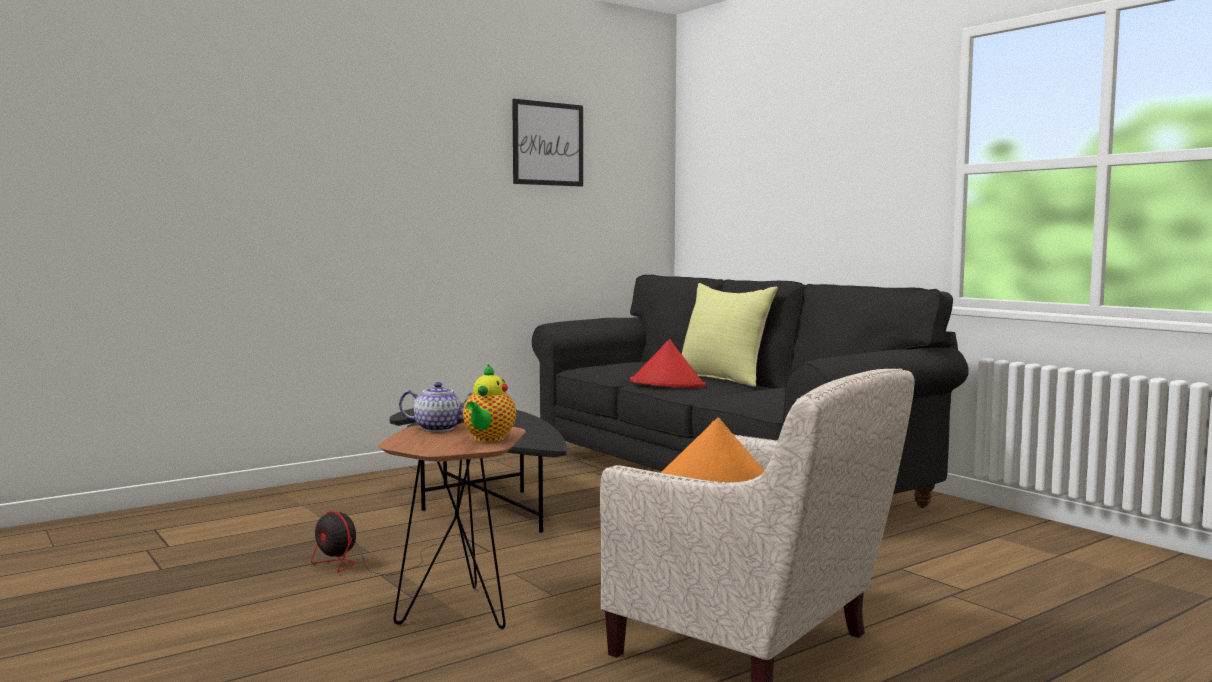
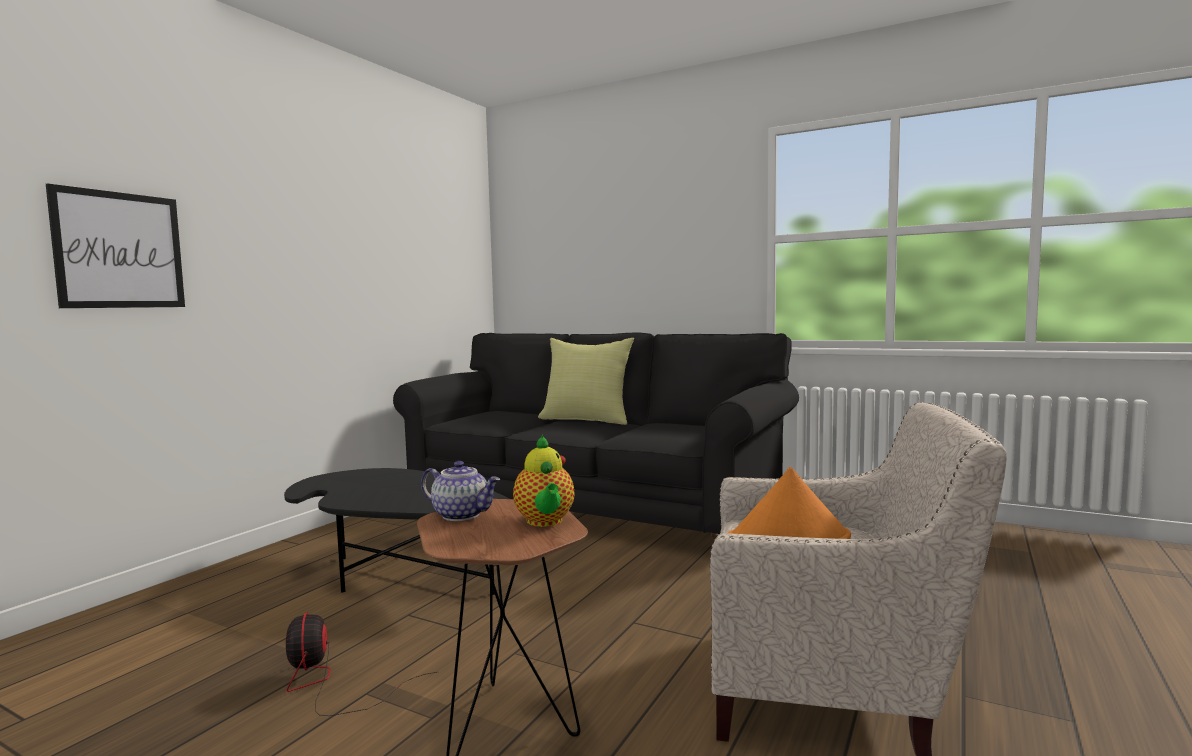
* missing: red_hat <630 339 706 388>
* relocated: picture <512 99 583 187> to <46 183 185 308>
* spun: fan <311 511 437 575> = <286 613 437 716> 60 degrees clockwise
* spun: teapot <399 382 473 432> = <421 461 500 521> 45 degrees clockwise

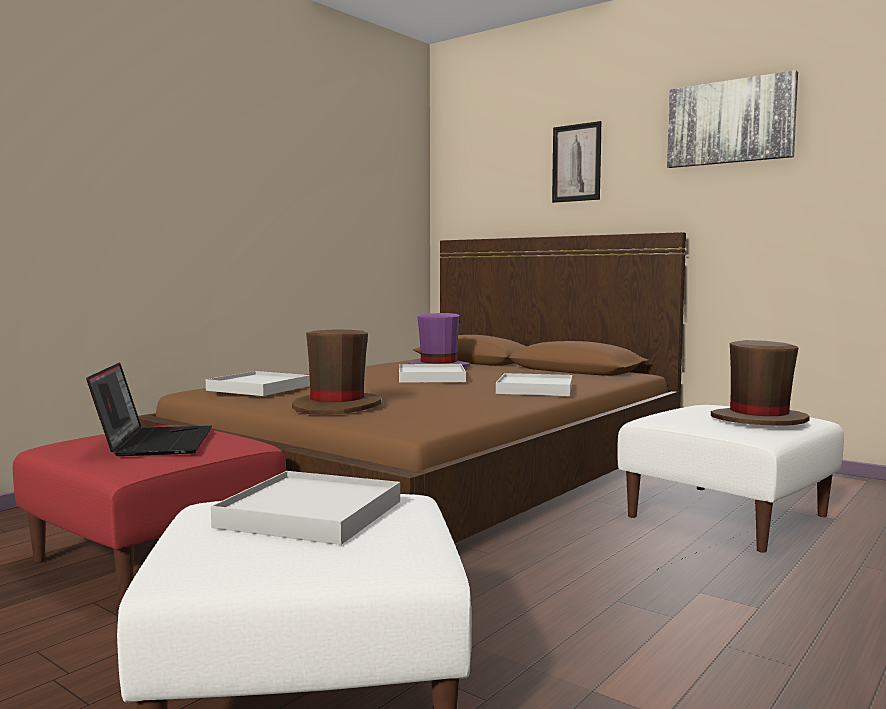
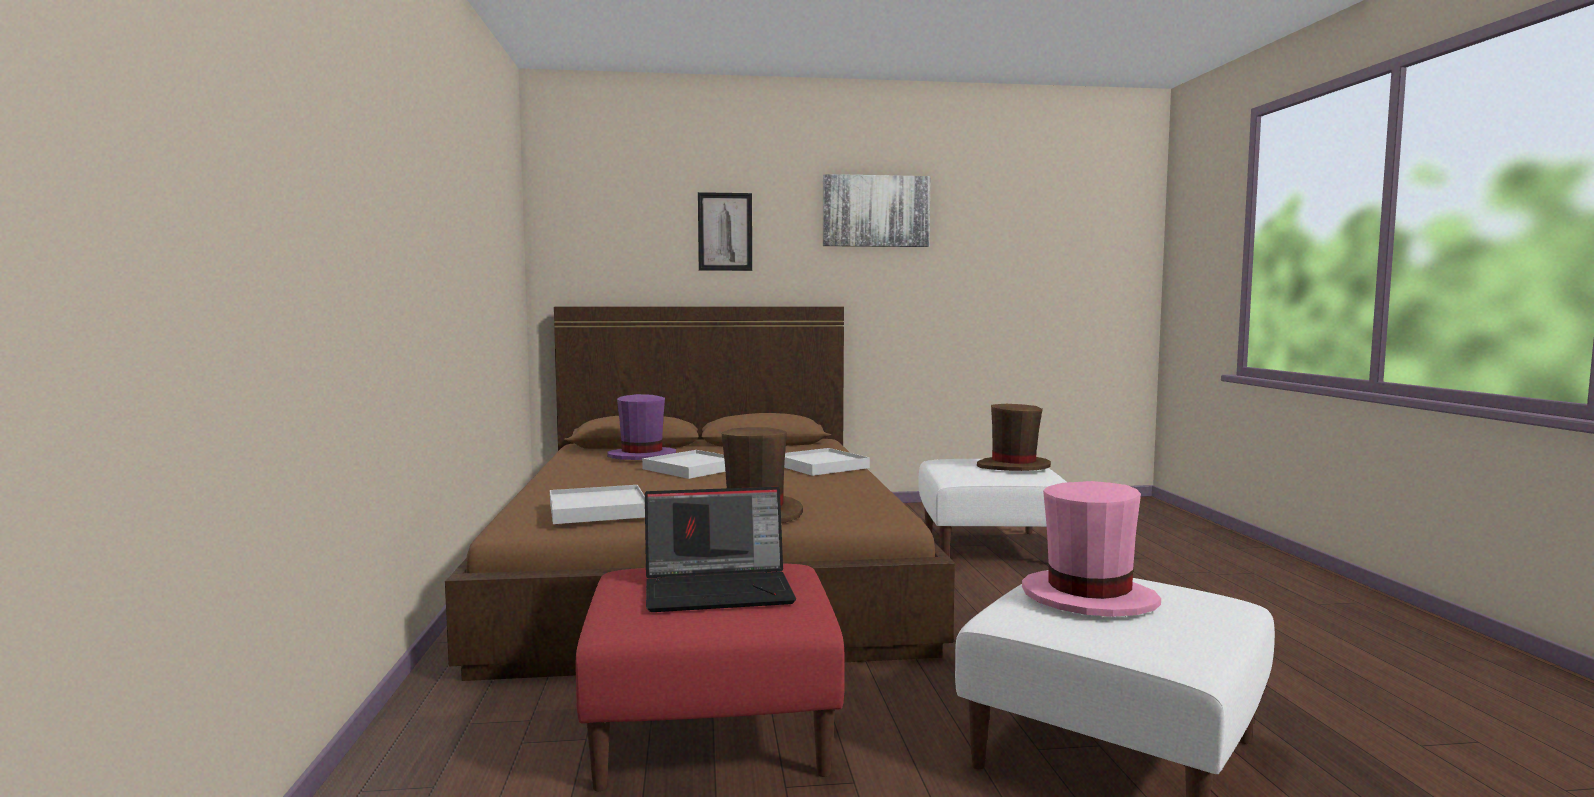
* exchanged: white_tray <211 471 400 545> to pink_hat <1022 481 1161 617>
* spun: laptop <86 362 212 456> = <645 487 796 612> 135 degrees clockwise

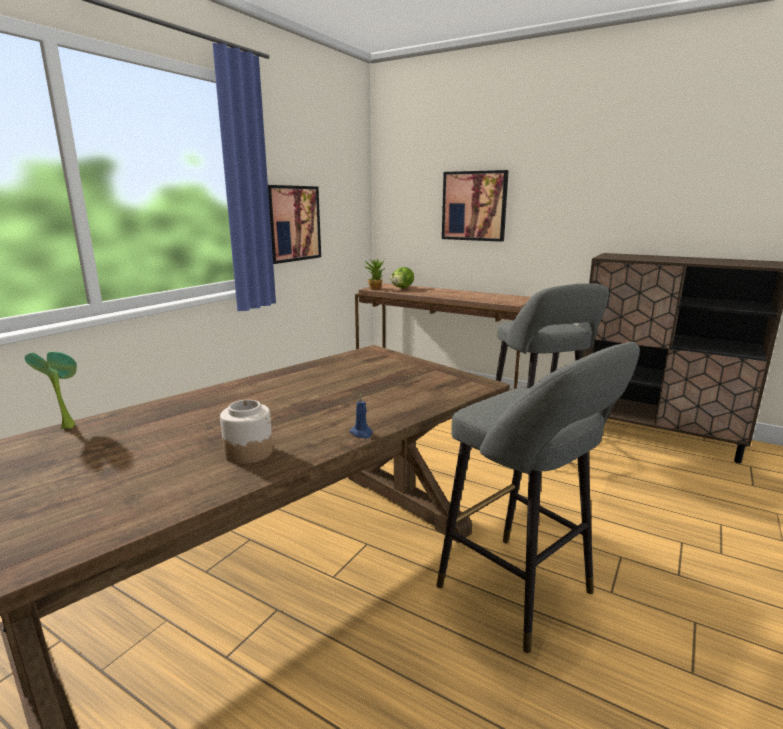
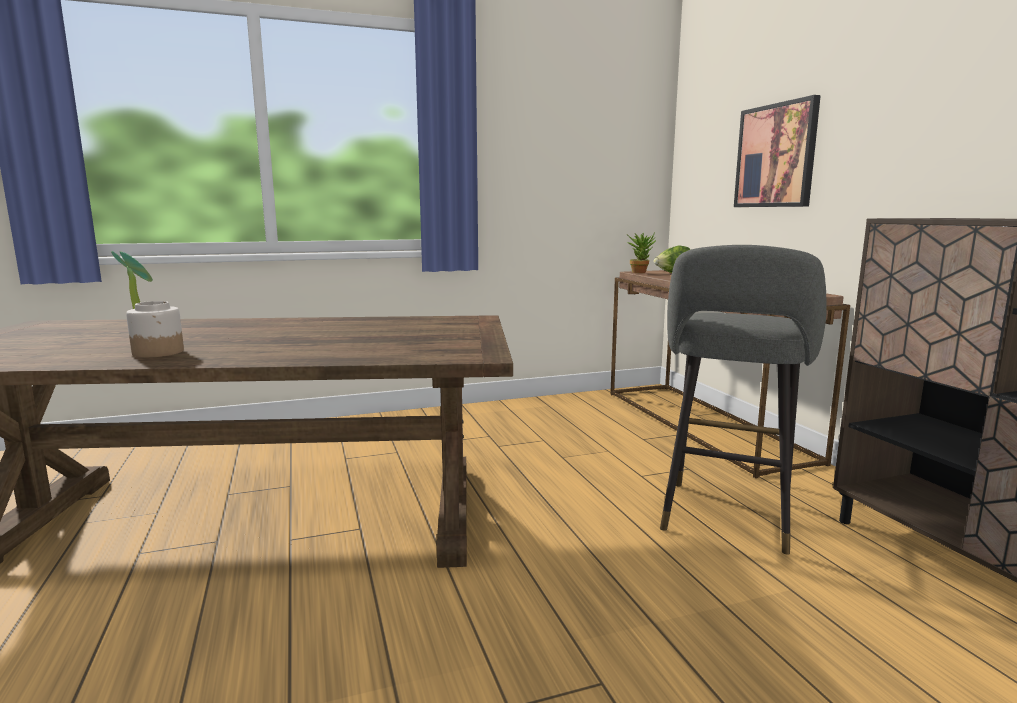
* missing: picture <268 185 321 264>
* missing: blue_candle <349 394 372 439>
* missing: grey_stool <436 342 640 653>

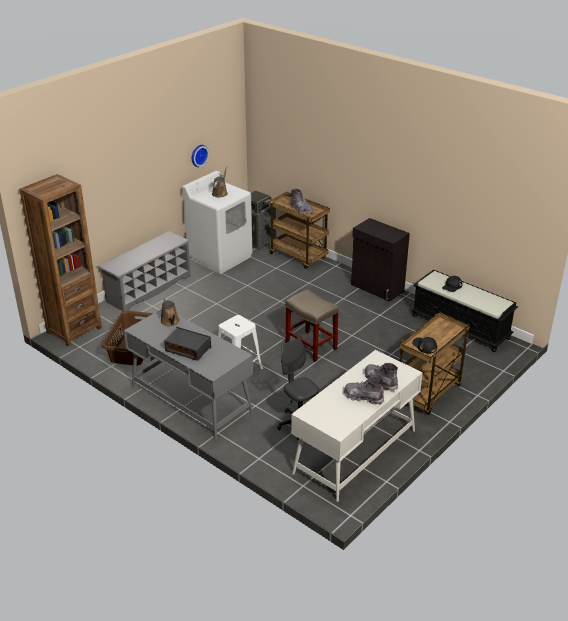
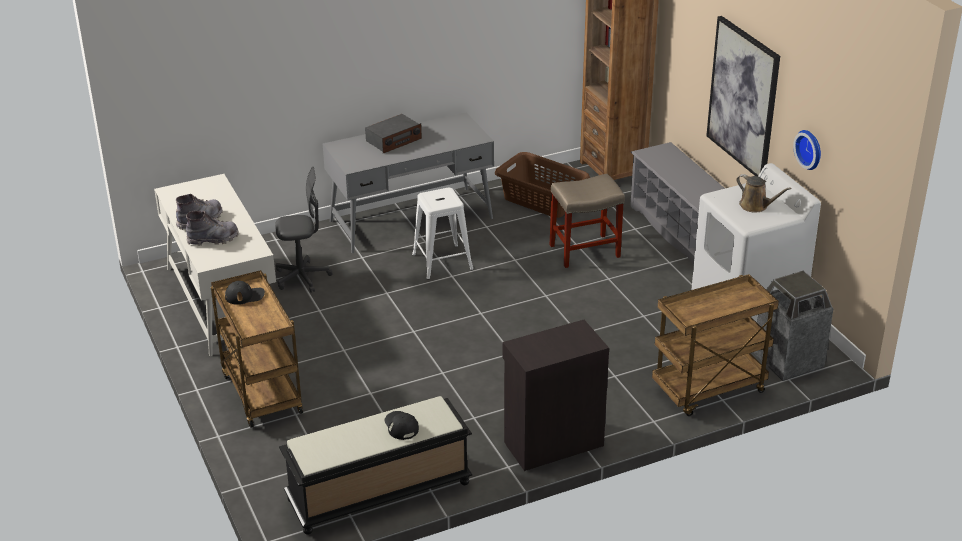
* missing: brown_watering_can <160 298 180 326>
* missing: grey_boot <290 189 313 214>
* appeared: picture <706 16 780 176>
* relocated: beige_stool <285 289 339 362> to <550 174 625 268>

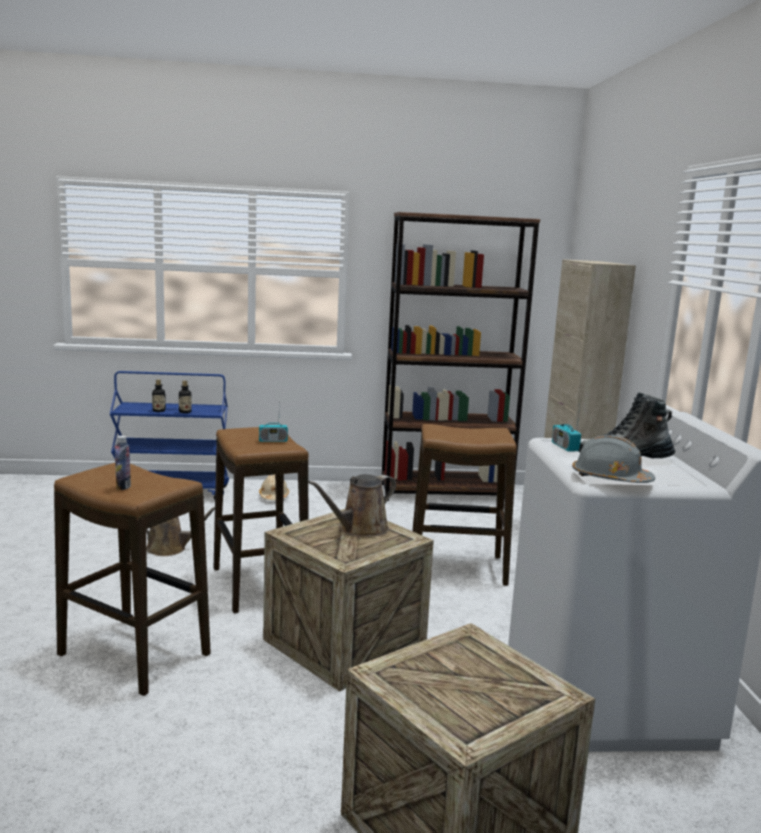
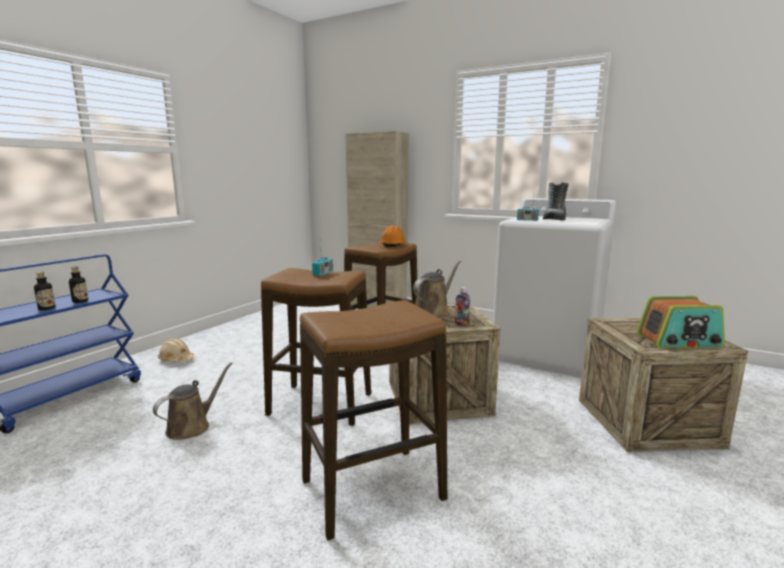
* missing: brown_bookcase <382 212 540 501>
* missing: grey_hard_hat <572 435 655 483>
* appeared: orange_hard_hat <379 225 406 247>
* appeared: radio <636 296 725 348>
* relocated: bottle <115 435 131 490> to <455 287 470 326>
* spun: brown_watering_can <308 474 396 537> = <413 260 461 318> 135 degrees counterclockwise

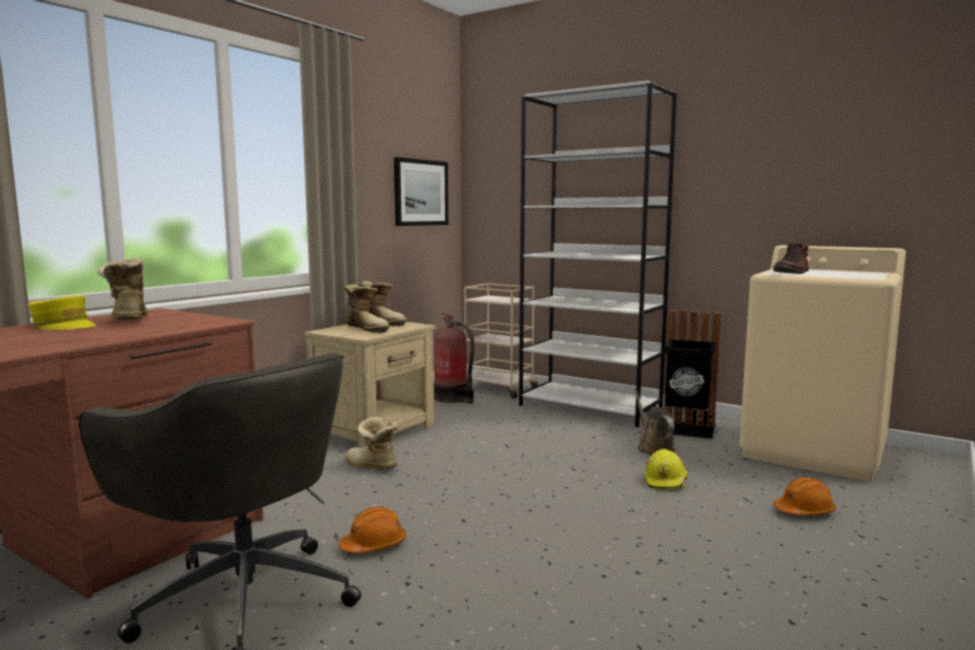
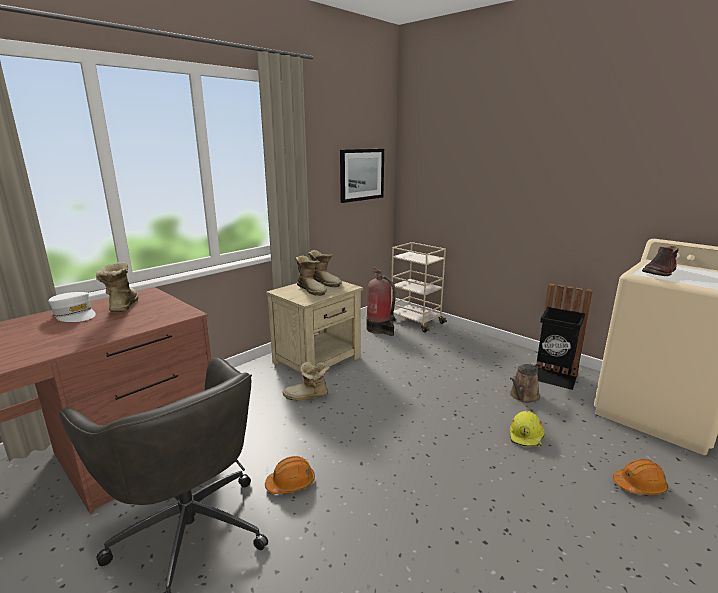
* missing: white_bookcase <519 81 677 427>
* colour: yellow_cap <28 296 96 330> to white_cap <48 292 96 322>
* spun: boot <345 417 398 469> = <282 361 329 401> 45 degrees counterclockwise
* spun: brown_watering_can <634 390 675 455> = <510 362 540 403> 135 degrees counterclockwise

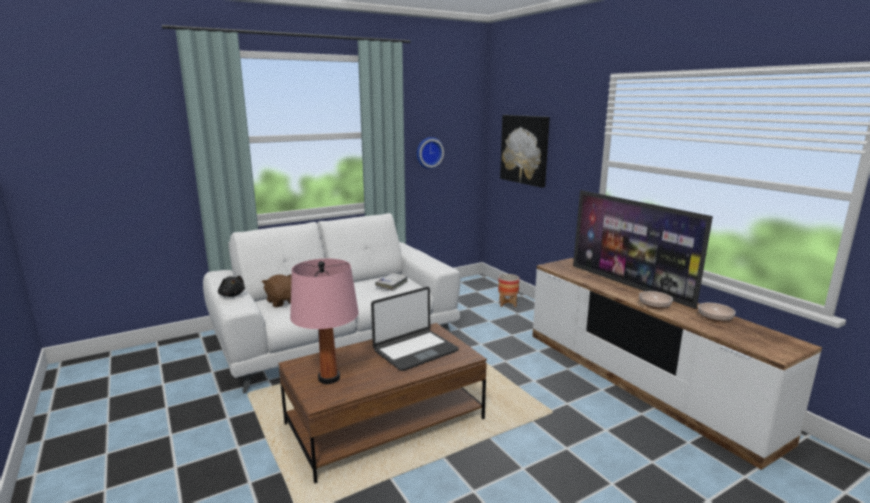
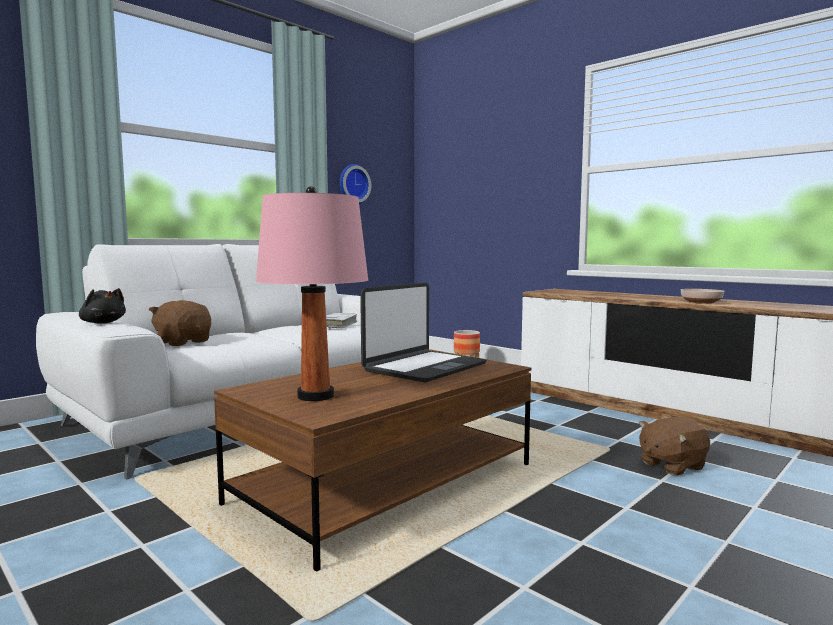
* missing: picture <500 115 550 188>
* missing: television <573 190 713 309>
* missing: bowl <698 303 736 322>
* appeared: brown_plush_toy <639 417 710 475>

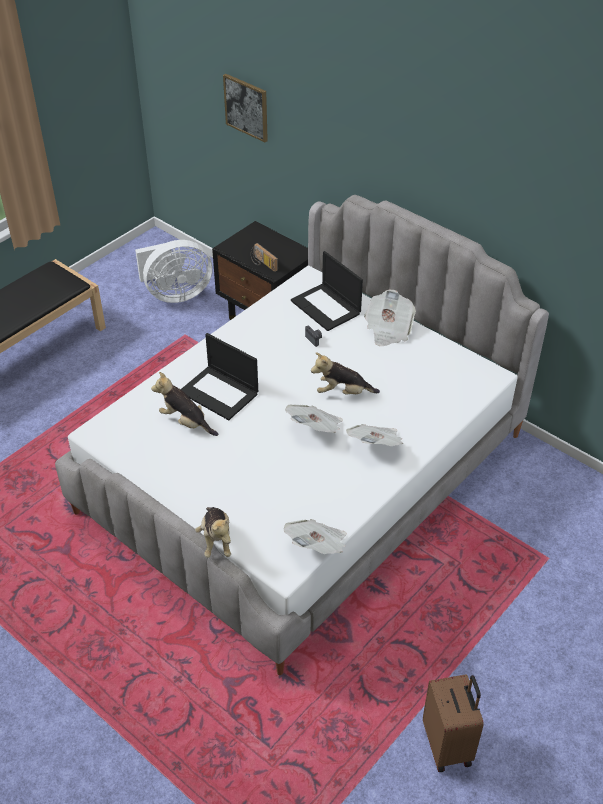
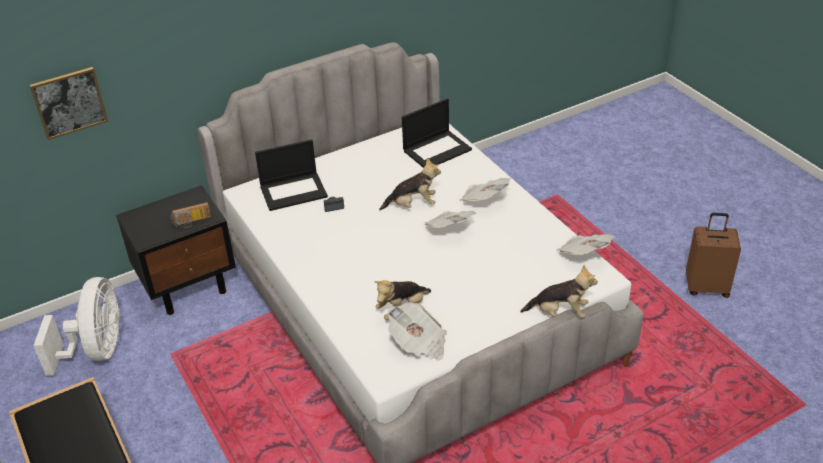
* relocated: laptop <181 333 258 420> to <402 98 472 168>
* relocated: newspaper <364 290 416 346> to <388 302 447 360>
* spun: plush_toy <311 353 380 394> = <379 158 441 210> 120 degrees counterclockwise

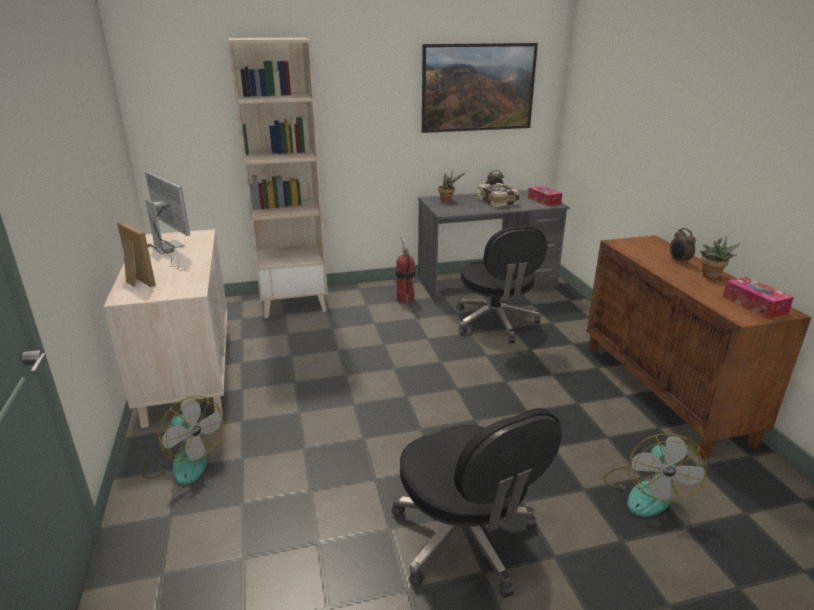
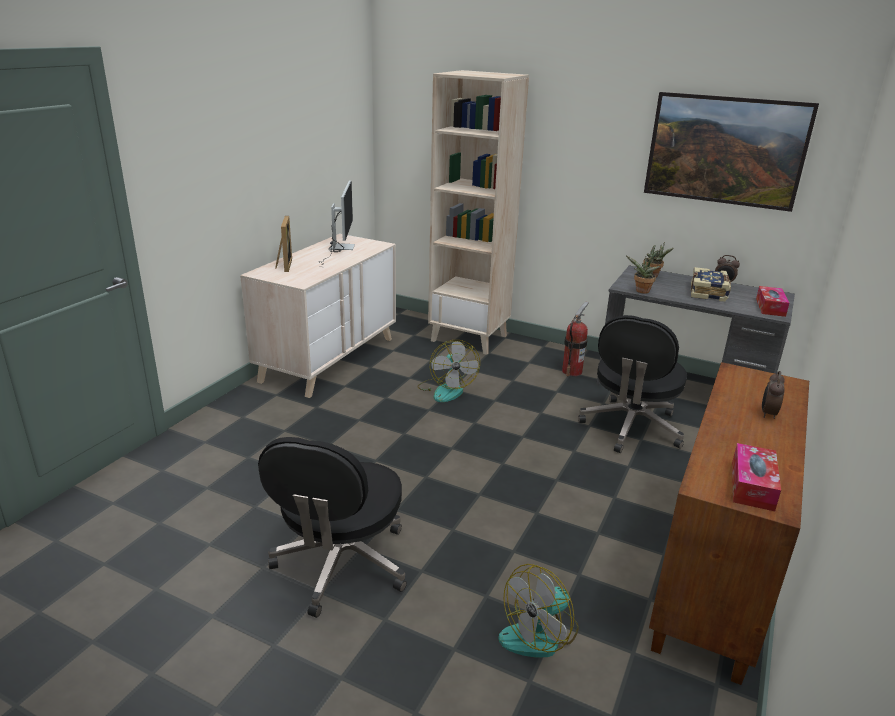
* relocated: fan <142 396 223 485> to <417 340 480 402>
* relocated: potted_plant <700 236 740 279> to <626 256 661 294>

